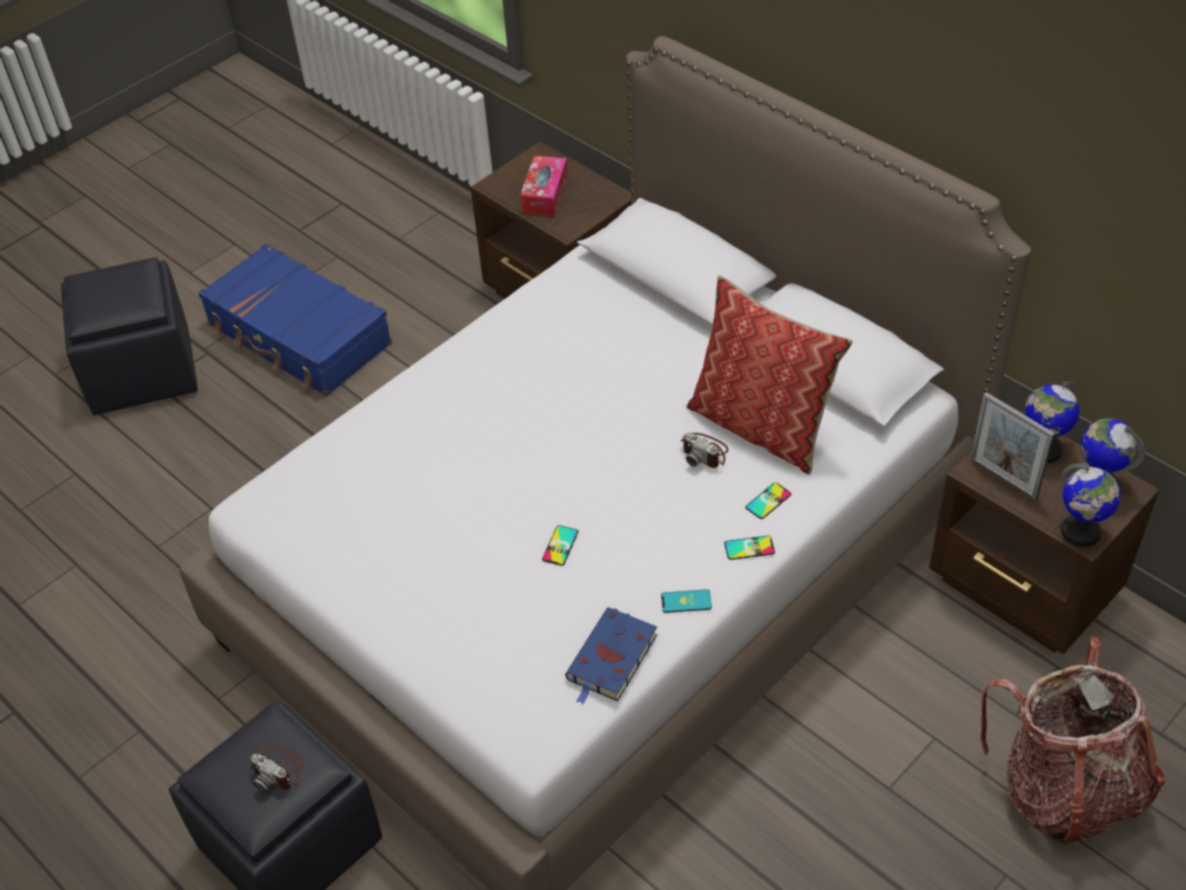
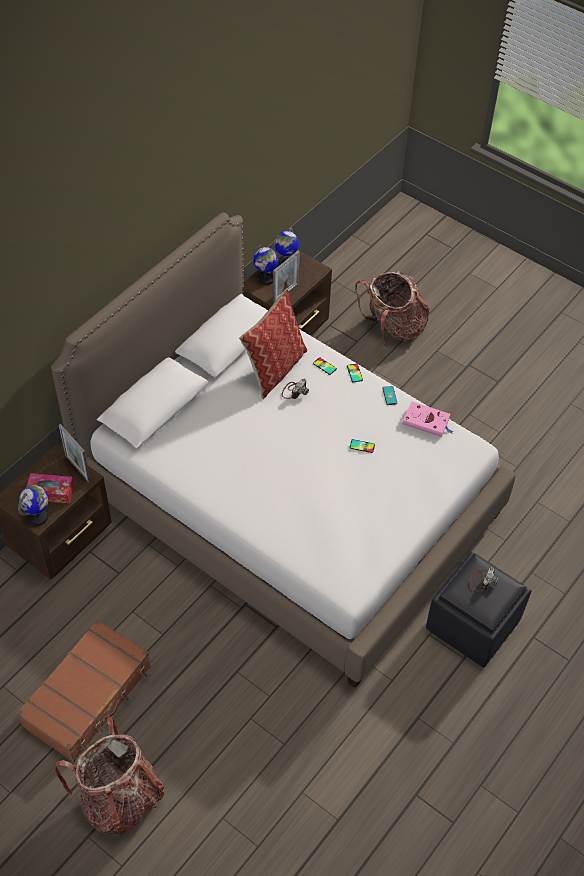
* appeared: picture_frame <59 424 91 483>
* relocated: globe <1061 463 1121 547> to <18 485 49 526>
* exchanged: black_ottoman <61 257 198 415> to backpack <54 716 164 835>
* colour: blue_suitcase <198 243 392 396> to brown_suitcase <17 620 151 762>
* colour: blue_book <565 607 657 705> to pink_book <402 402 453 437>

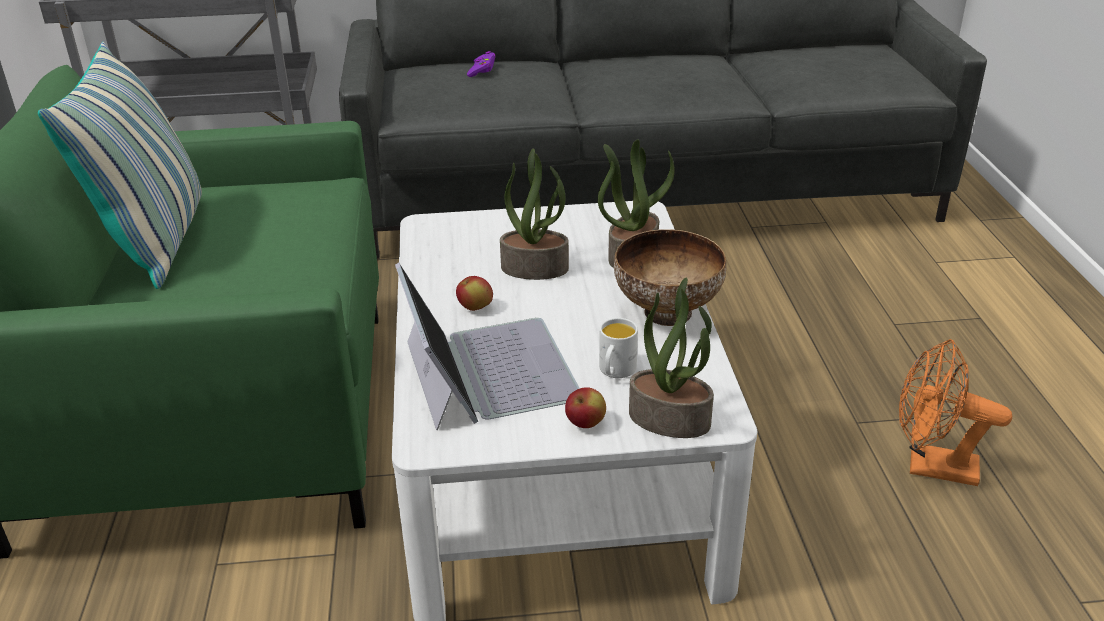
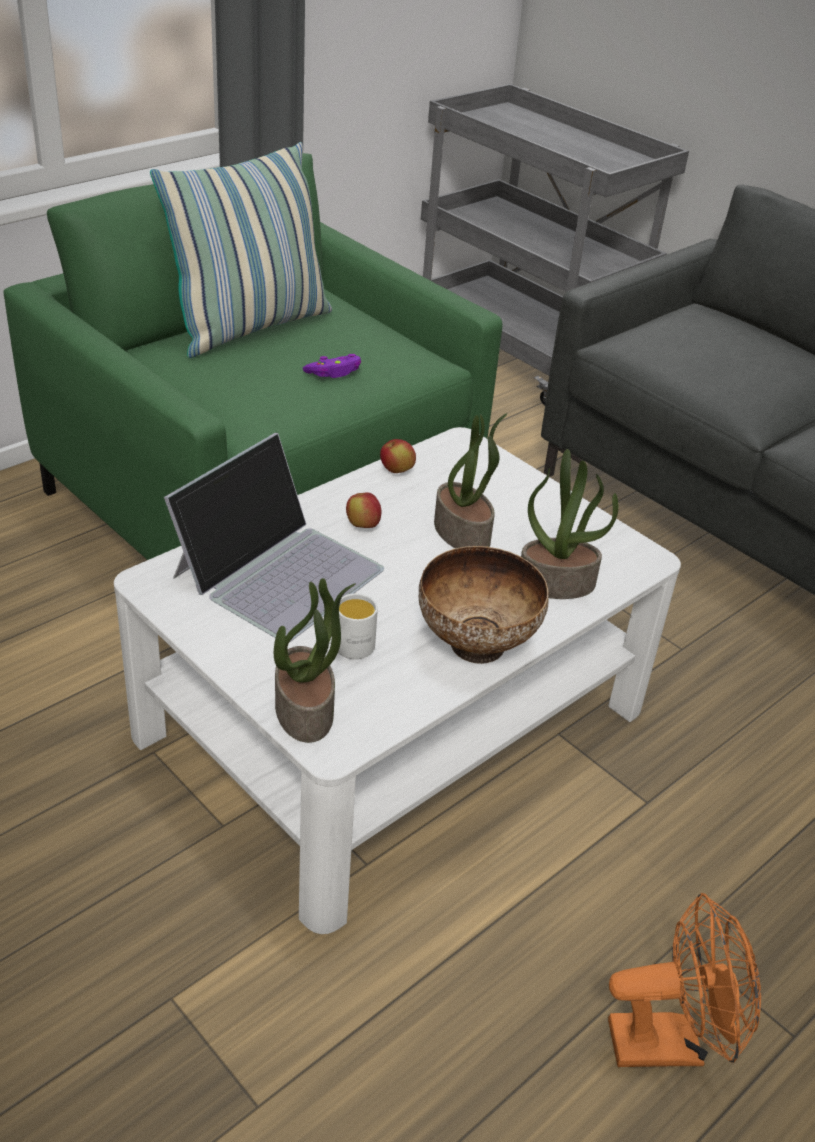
* relocated: purple_game_controller <467 51 496 77> to <303 354 361 378>
* relocated: apple <565 387 606 428> to <380 439 416 473>
* spun: orange_fan <899 339 1012 486> = <608 893 761 1067> 105 degrees clockwise

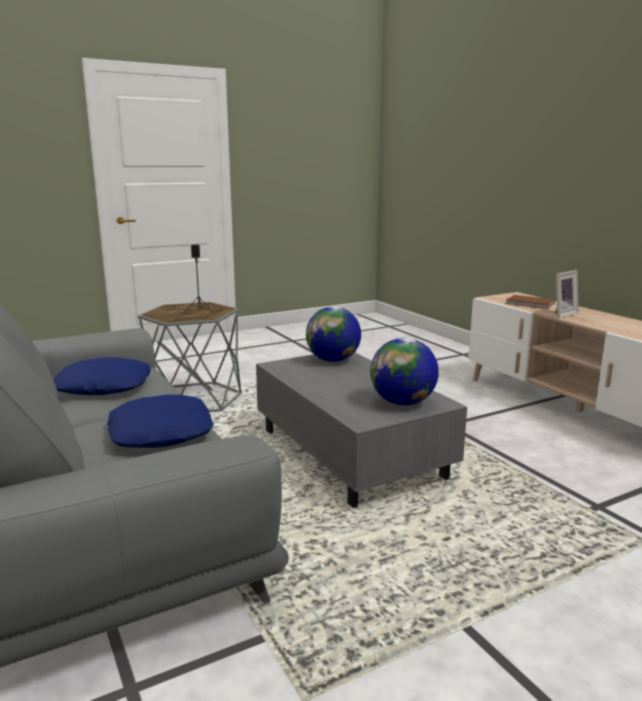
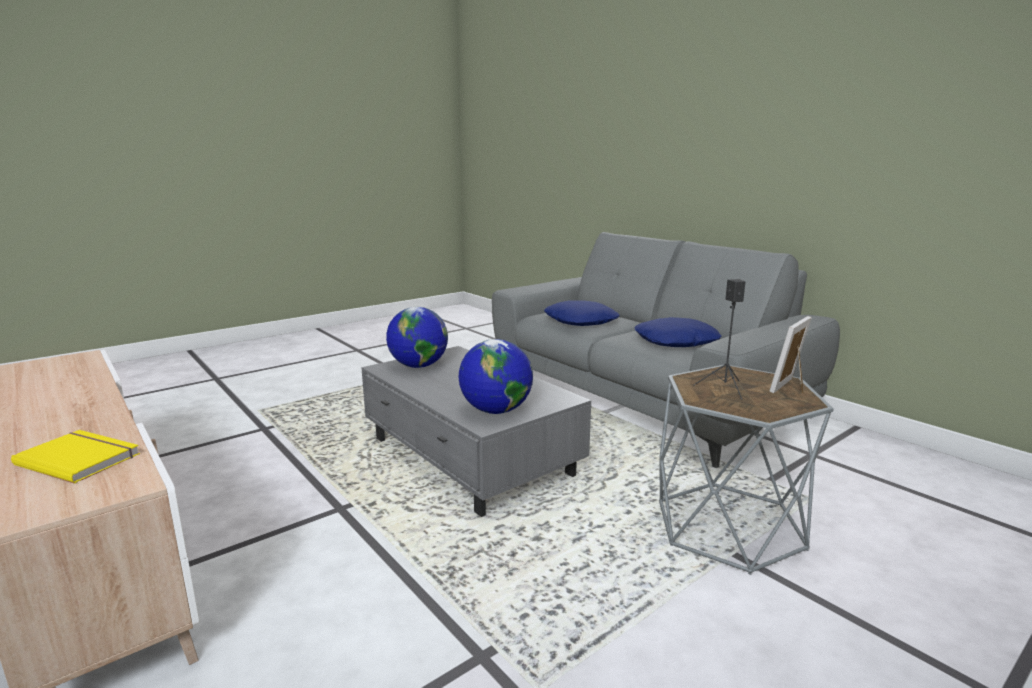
* relocated: picture_frame <555 270 579 318> to <770 316 812 393>
* colour: brown_book <506 295 555 309> to yellow_book <11 430 140 484>

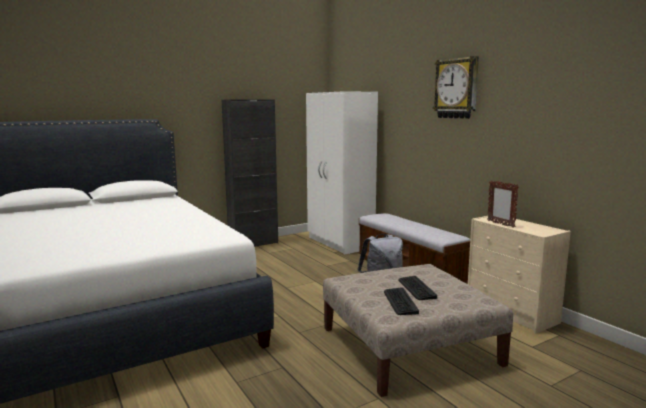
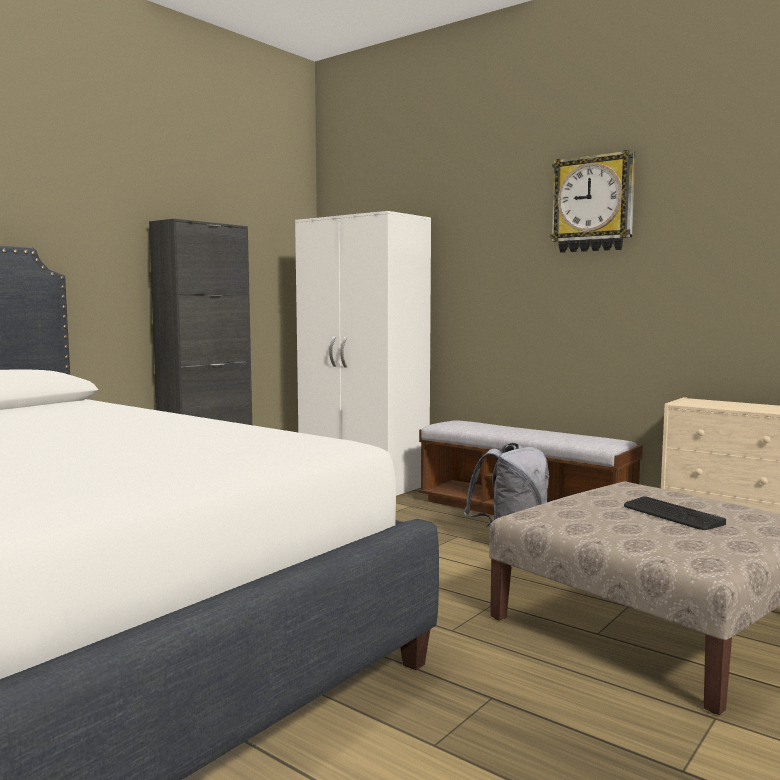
* missing: keyboard <384 287 419 315>
* missing: picture_frame <488 180 519 228>

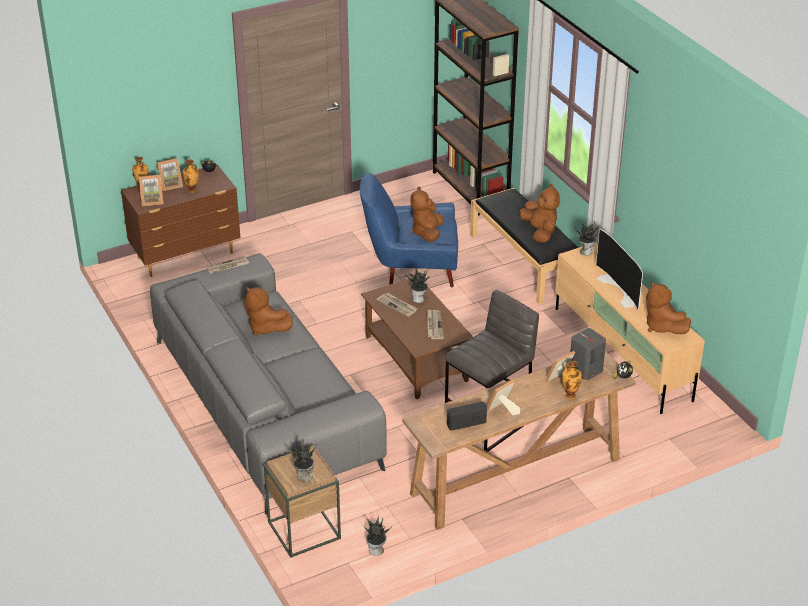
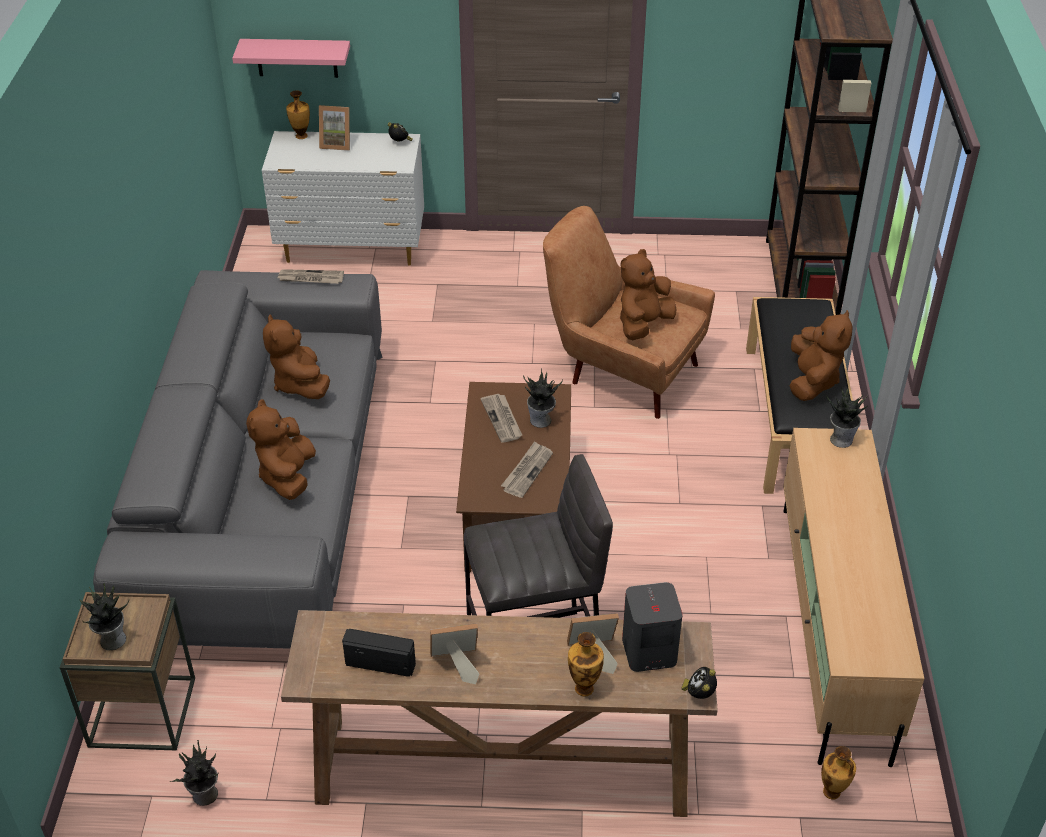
* missing: picture_frame <139 175 163 206>
* missing: television <596 229 643 310>
* appeared: pink_shelf <232 39 350 78>
* relocated: vase <183 159 199 193> to <821 746 856 800>
* relocated: brown_plush_toy <646 281 691 334> to <246 399 316 500>
* colour: brown_dresser <121 164 241 277> to white_dresser <262 131 424 266>
* colour: blue_armchair <360 173 458 287> to brown_armchair <543 206 715 419>

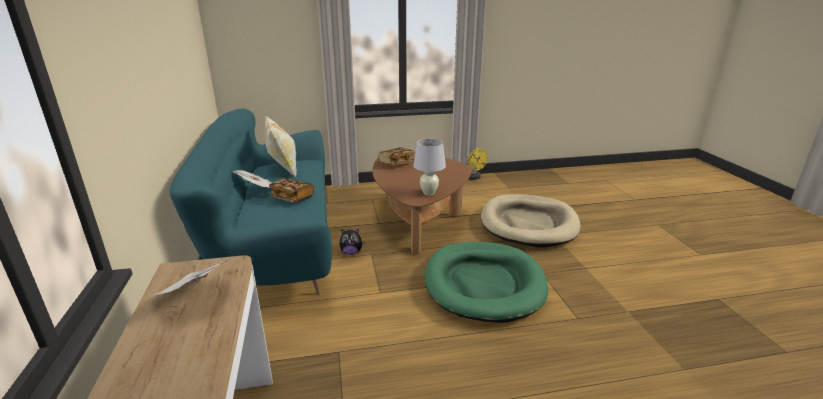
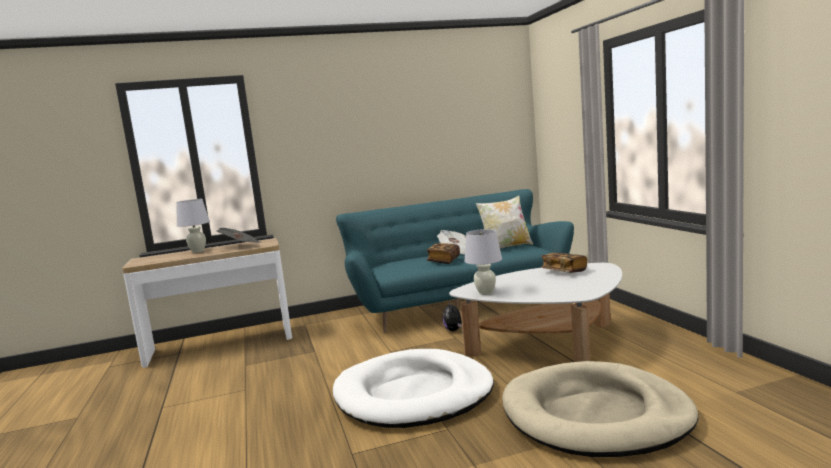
* missing: yellow_fan <468 148 488 180>
* appeared: white_table_lamp <176 199 210 253>
* colour: brown_coffee_table <373 151 472 254> to white_coffee_table <449 263 622 362>
* colour: green_dog_bed <425 242 548 323> to white_dog_bed <333 349 494 428>

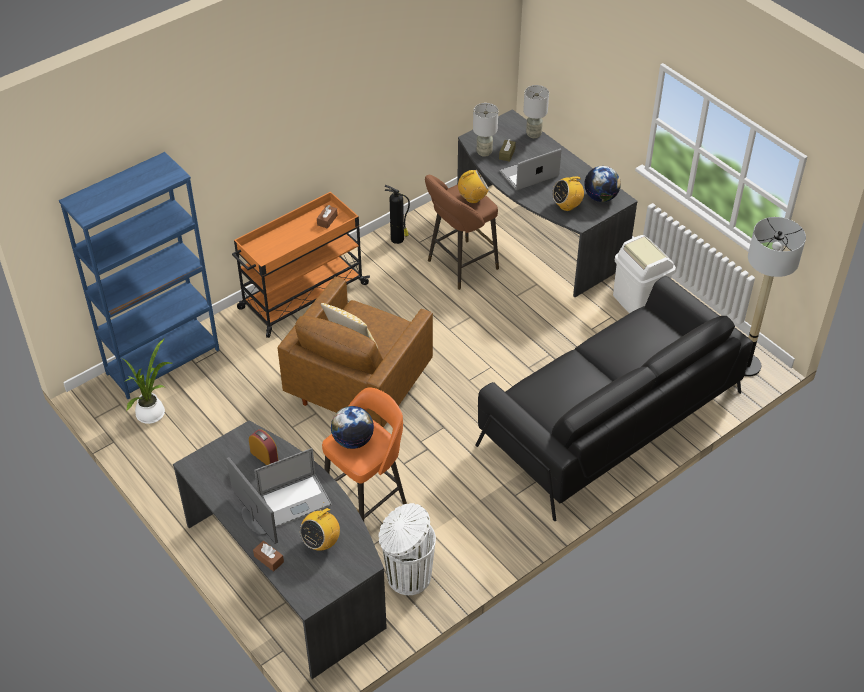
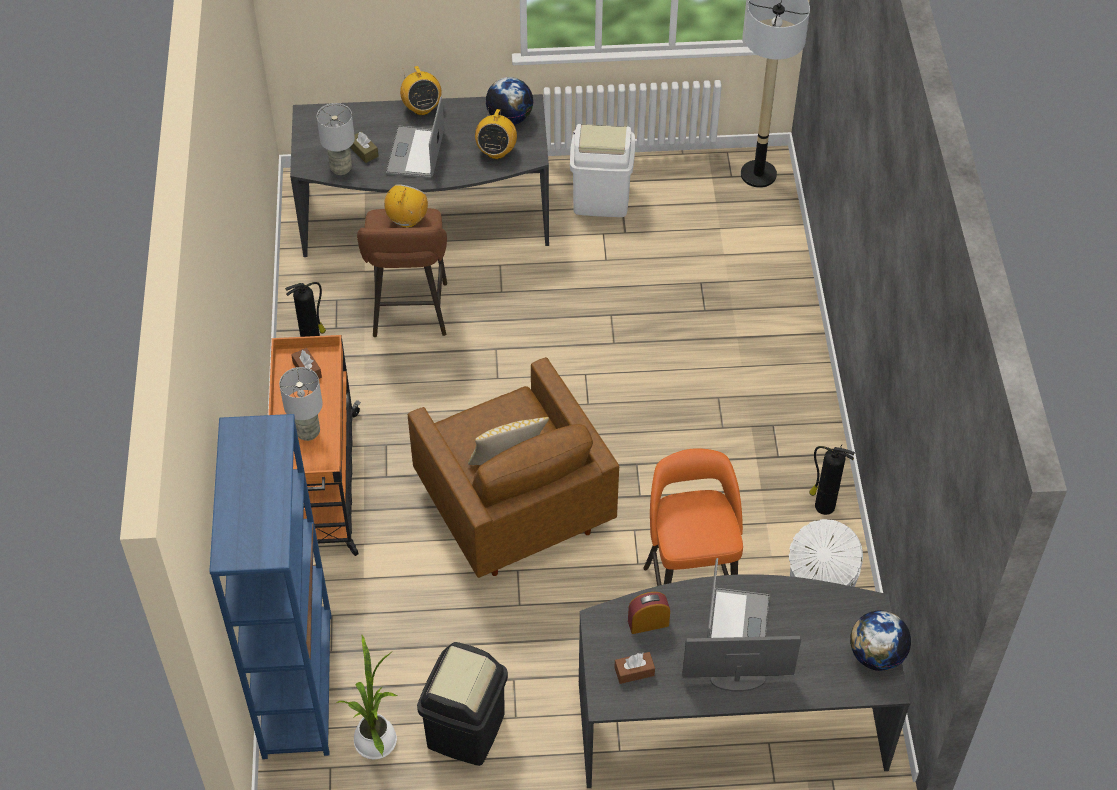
* missing: black_sofa <475 276 753 521>
* appeared: black_trash_can <417 642 508 766>
* appeared: fire_extinguisher <809 446 855 515>
* relocated: brown_tissue_box <253 541 284 572> to <614 652 655 684>
* relocated: radio <300 505 340 551> to <400 66 441 115>
* relocated: globe <331 406 374 449> to <850 610 911 671>
* relocated: grey_table_lamp <523 85 549 138> to <279 367 323 441>

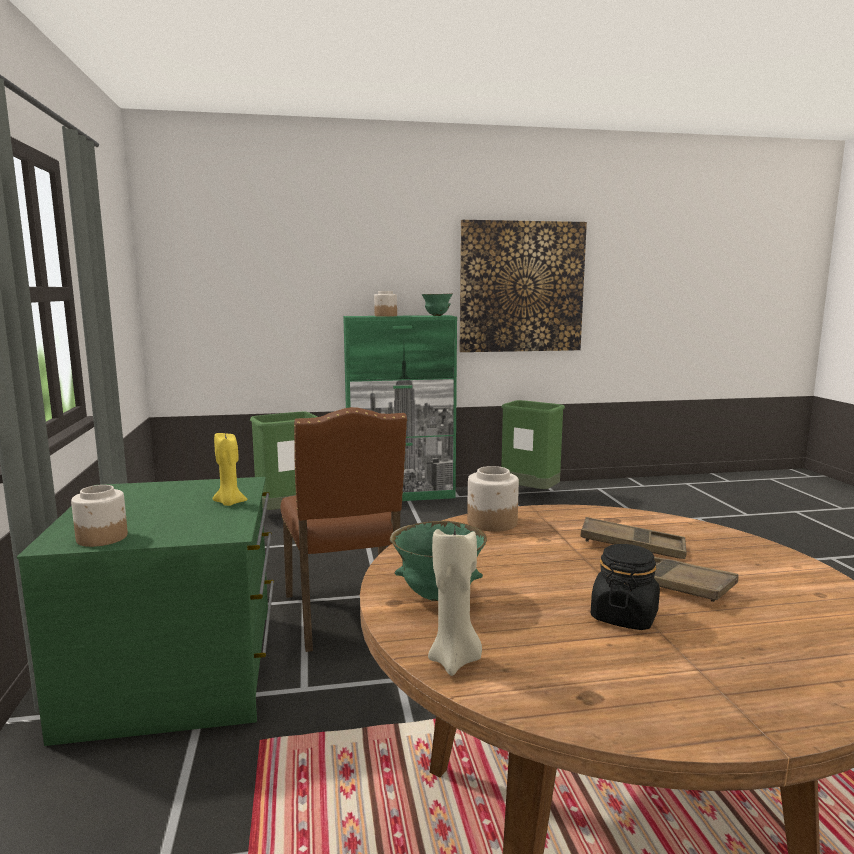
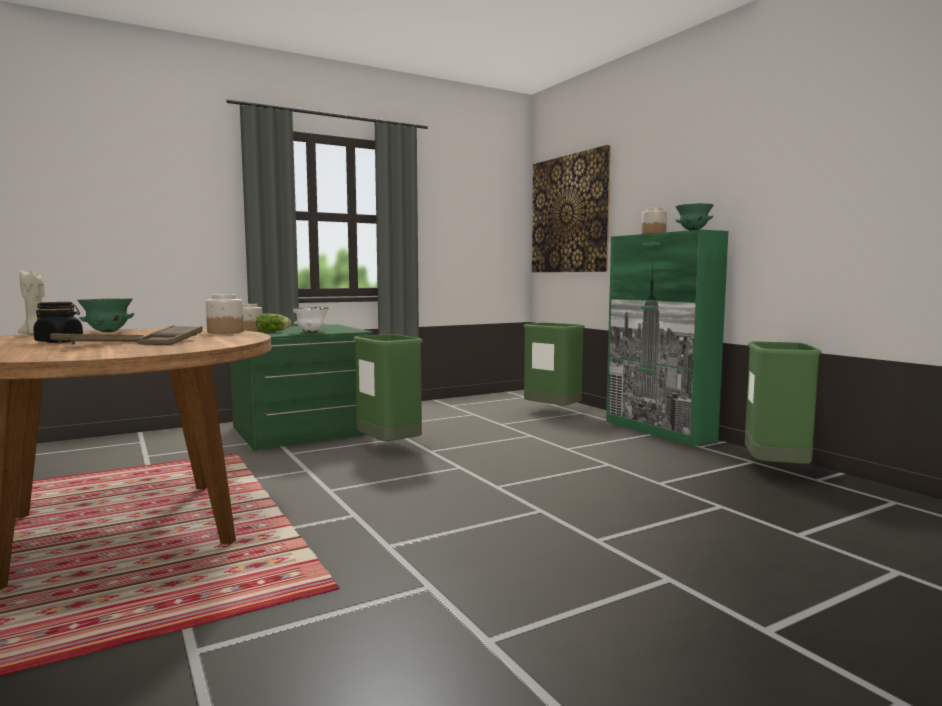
* appeared: lettuce <256 314 291 332>
* relocated: picture <460 220 587 352> to <532 145 611 272>
* exchanged: yellow_candle <213 431 247 506> to white_bowl <292 307 329 332>
* exchanged: brown_chair <281 407 407 652> to green_trash_can <353 334 423 441>

